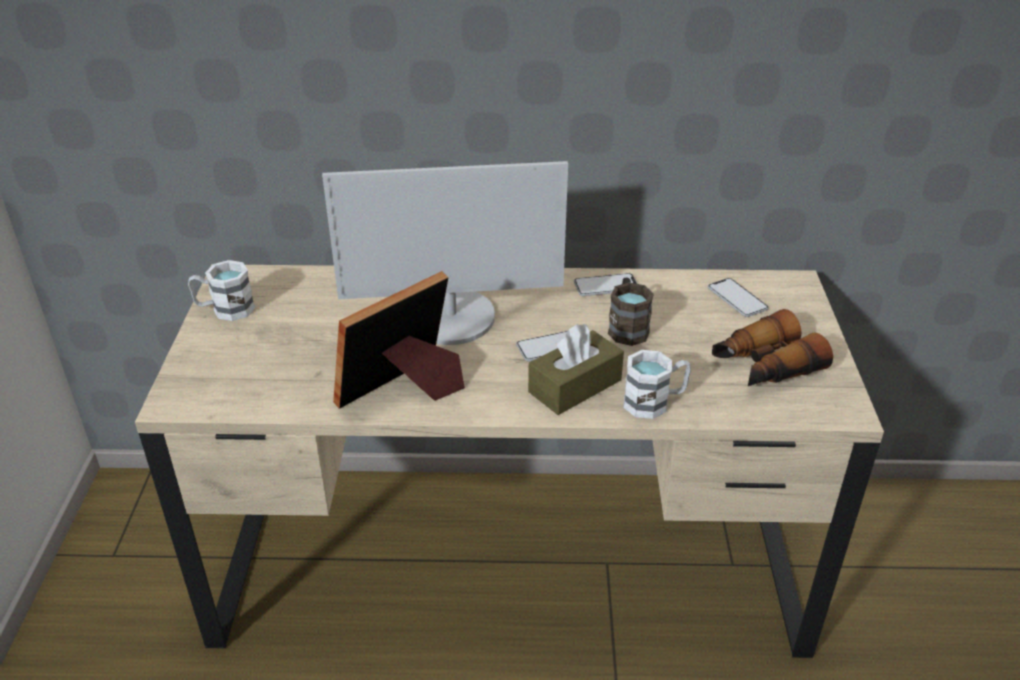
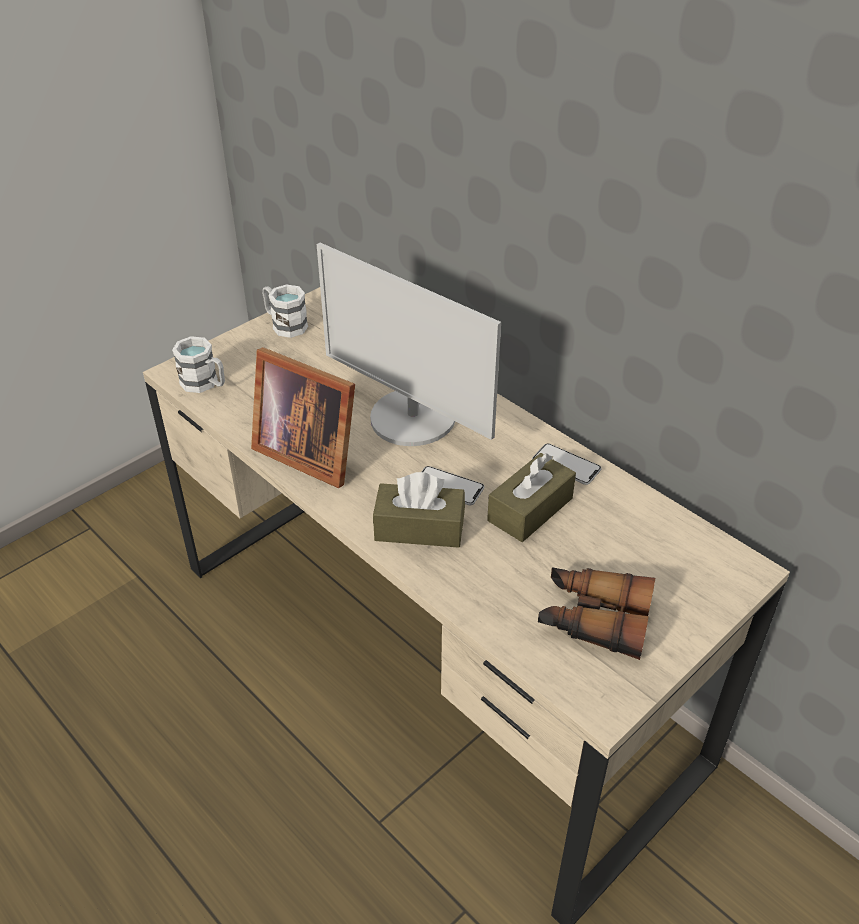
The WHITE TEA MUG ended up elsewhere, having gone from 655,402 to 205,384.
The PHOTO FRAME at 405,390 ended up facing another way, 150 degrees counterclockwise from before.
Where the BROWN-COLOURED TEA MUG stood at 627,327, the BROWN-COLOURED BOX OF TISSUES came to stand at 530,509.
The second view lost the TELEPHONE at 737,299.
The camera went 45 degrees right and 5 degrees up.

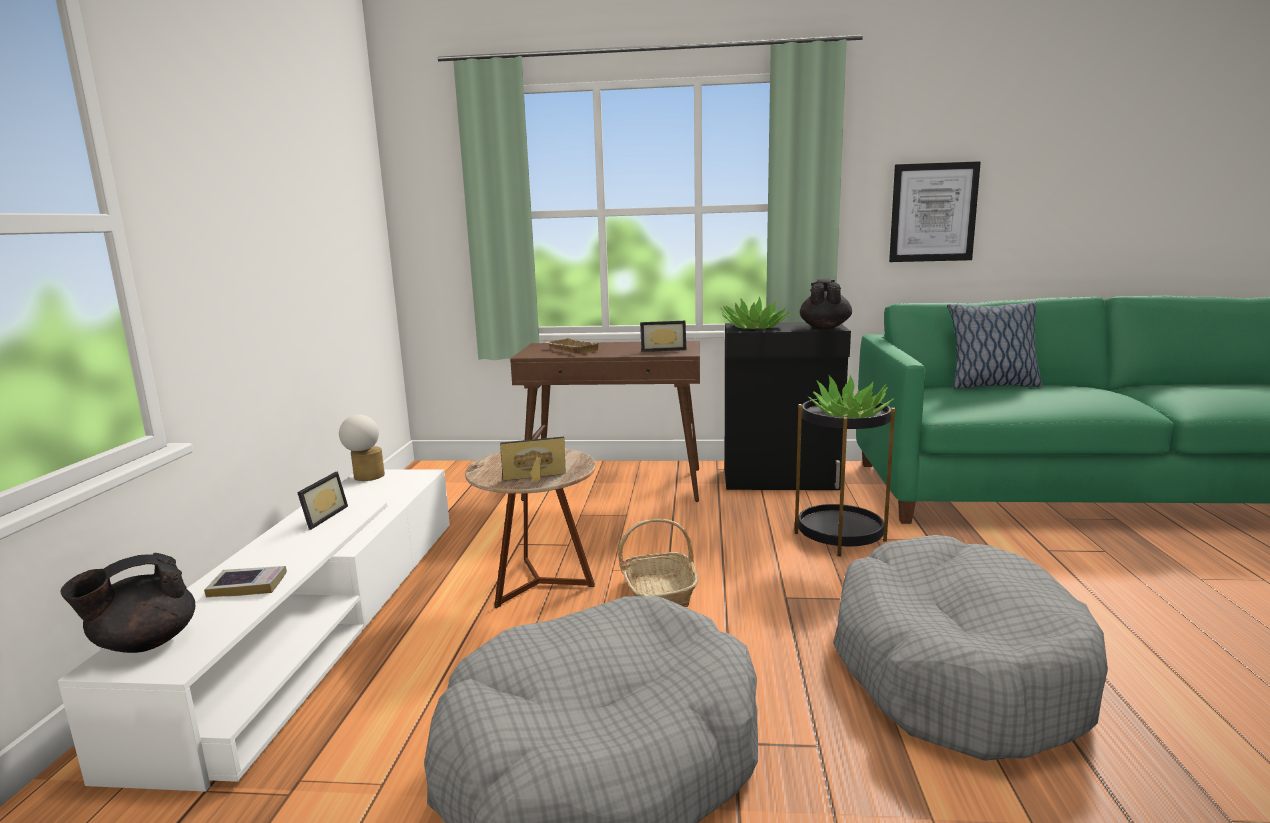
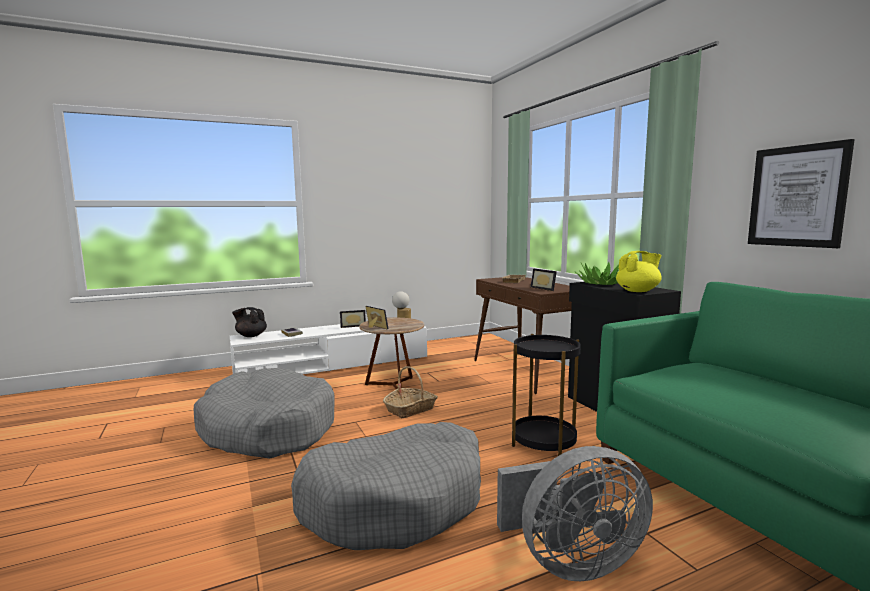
The second view gained the GREY ELECTRIC FAN at 571,562.
What was the BLACKISH TEA POT at 824,327 turned into the YELLOW-COLOURED TEA POT at 638,291.
The second view lost the POTTED PLANT at 849,414.
The second view lost the THROW PILLOW at 991,386.
The camera went 60 degrees right and 5 degrees down.

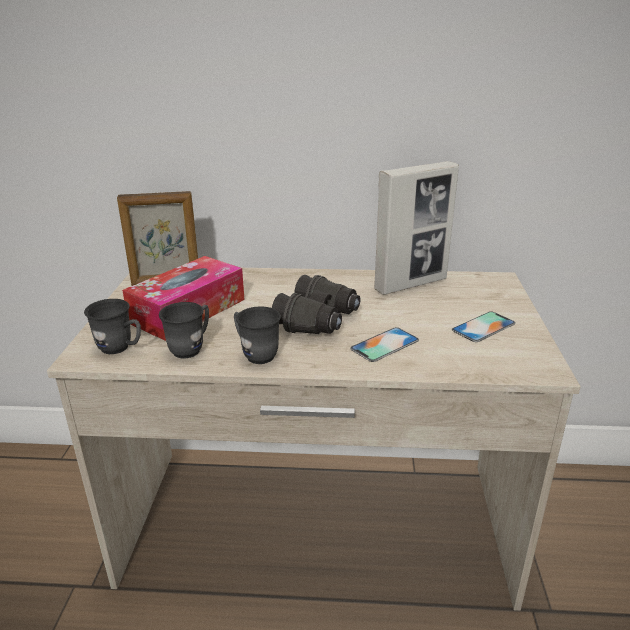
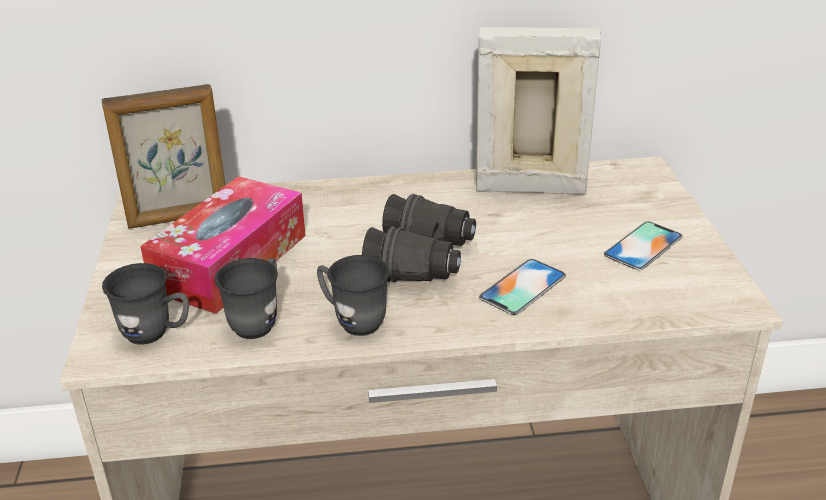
The PHOTO FRAME at 411,284 ended up facing another way, 135 degrees counterclockwise from before.
The camera went 10 degrees left and 5 degrees up.

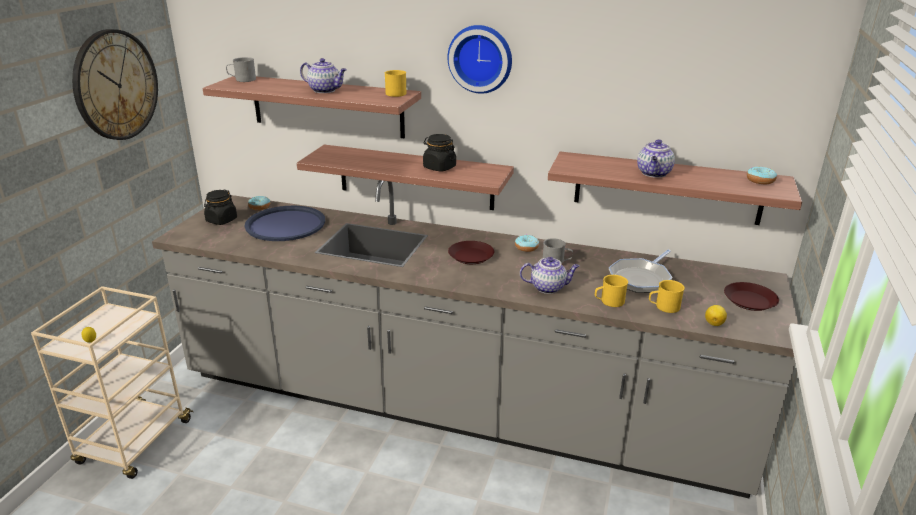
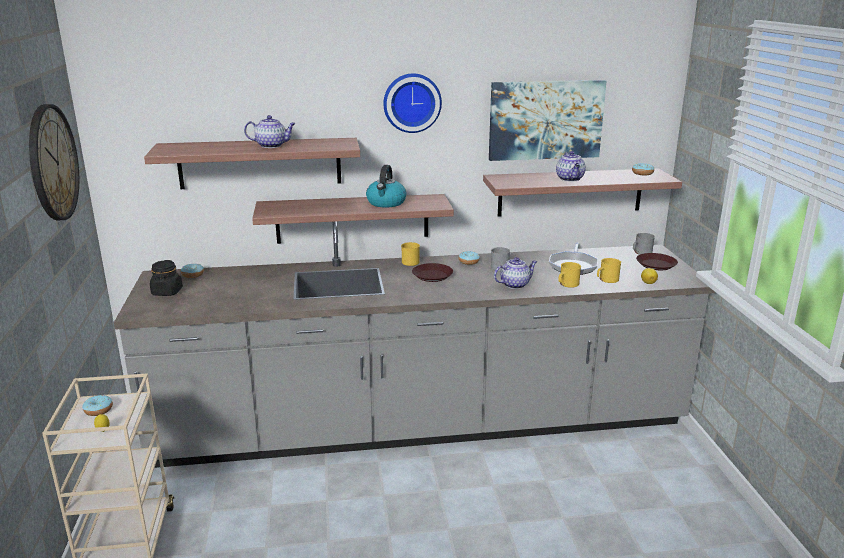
The second view gained the DONUT at 98,410.
Where the BLACKISH JAR stood at 439,167, the KETTLE came to stand at 386,203.
The YELLOW-COLOURED TEA MUG ended up elsewhere, having gone from 397,93 to 409,261.
The second view gained the PICTURE at 545,120.
The GREY TEA MUG ended up elsewhere, having gone from 242,80 to 641,253.
The second view lost the BLUE-COLOURED TRAY at 286,224.
The camera went 25 degrees left and 5 degrees down.

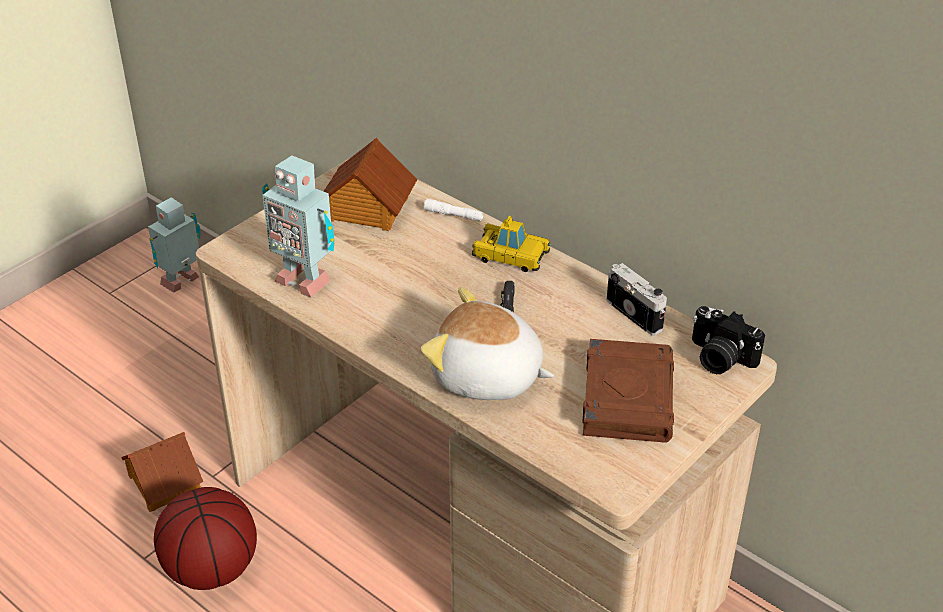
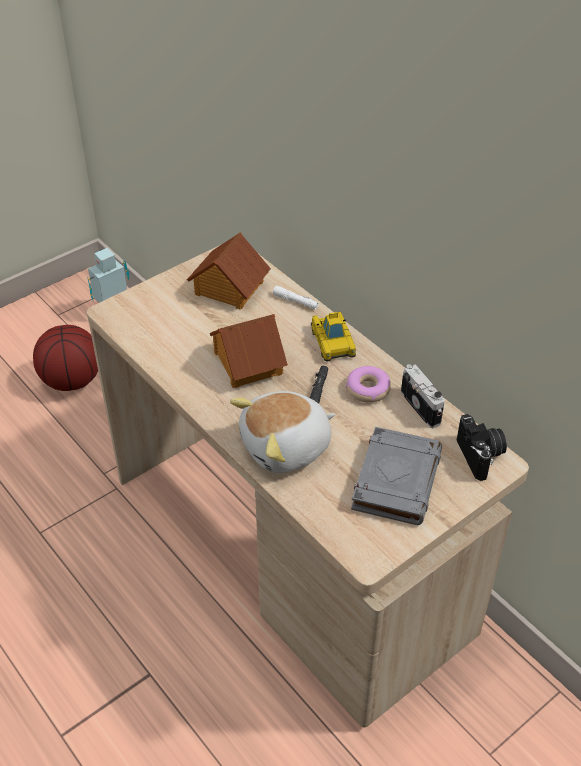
The BASKETBALL ended up elsewhere, having gone from 212,569 to 72,380.
The MINIATURE HOUSE ended up elsewhere, having gone from 163,483 to 247,362.
The CUDDLY TOY at 487,377 ended up facing another way, 60 degrees counterclockwise from before.
The MODEL CAR at 511,255 ended up facing another way, 45 degrees clockwise from before.
The second view gained the DONUT at 368,389.
What was the BROWN-COLOURED VOLUME at 627,396 turned into the GREY VOLUME at 396,479.
The STILL CAMERA at 719,358 ended up facing another way, 150 degrees counterclockwise from before.
The second view lost the TOY ROBOT at 304,279.
The camera went 10 degrees right and 5 degrees up.

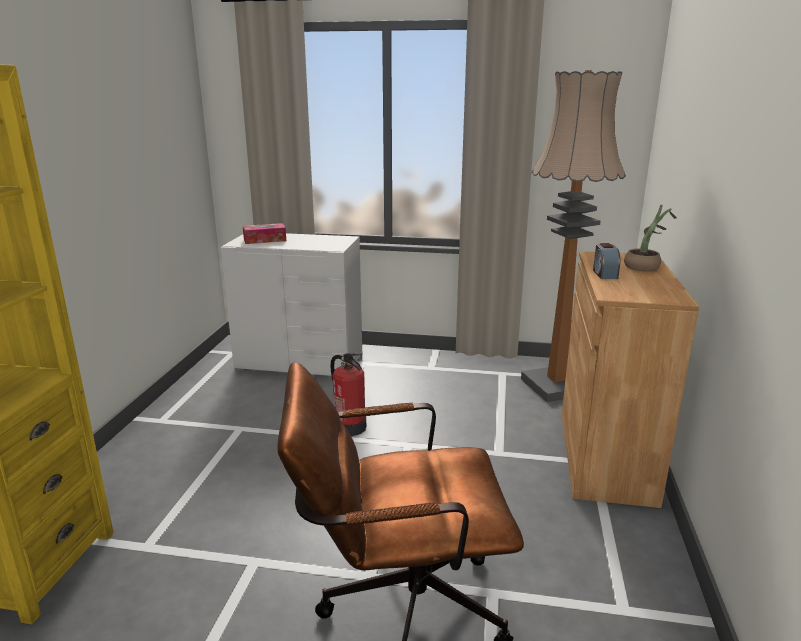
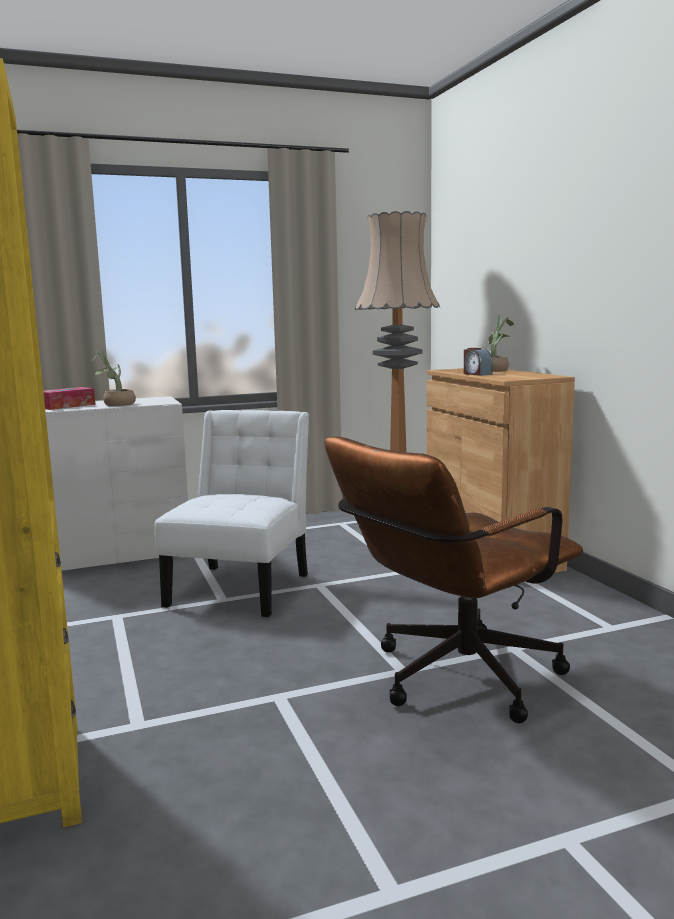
The second view gained the POTTED PLANT at 115,404.
Where the EXTINGUISHER stood at 349,427, the WHITE UPRIGHT CHAIR came to stand at 242,587.
The camera went 30 degrees left and 10 degrees down.

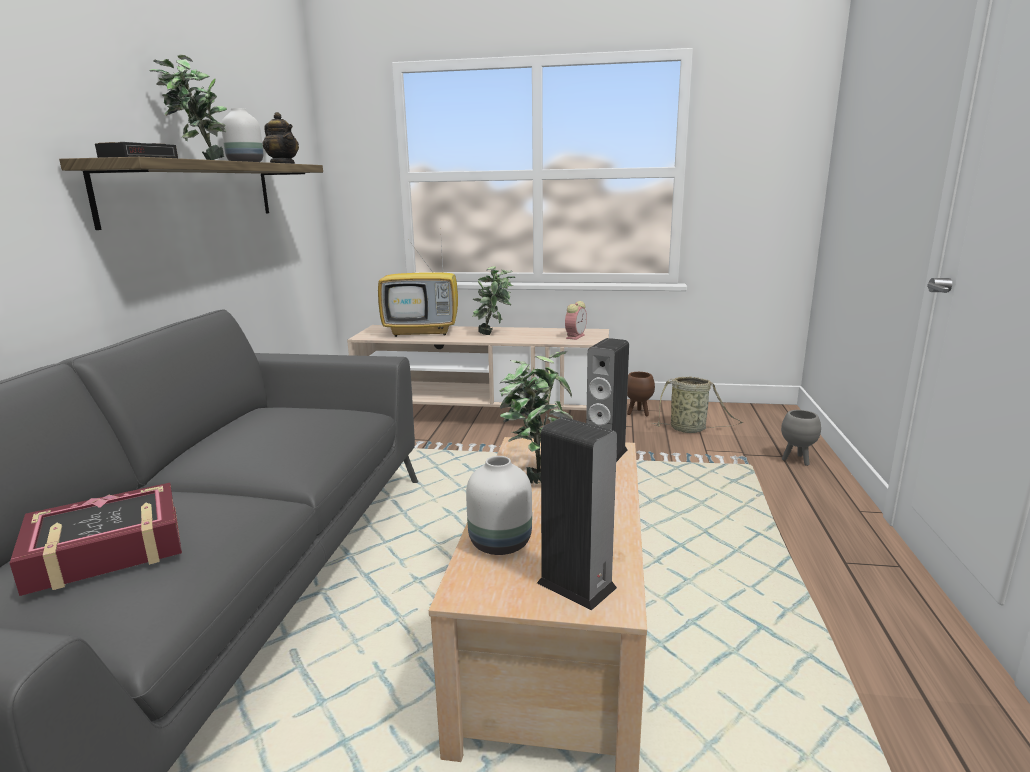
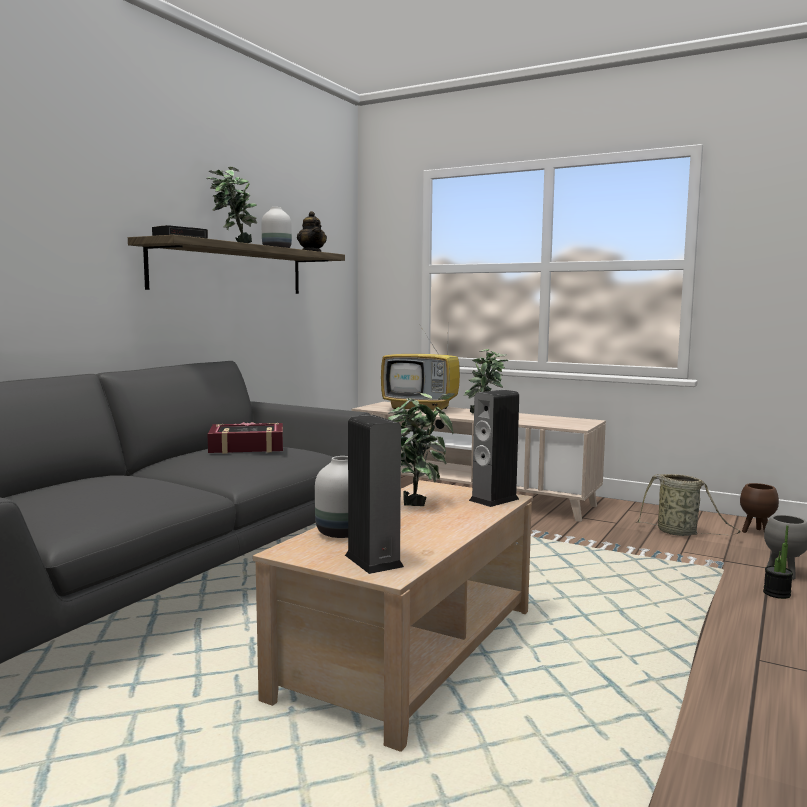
The VOLUME ended up elsewhere, having gone from 106,549 to 247,447.
The BROWN-COLOURED PLANT POT ended up elsewhere, having gone from 638,413 to 756,533.
The second view gained the POTTED PLANT at 776,593.
The second view lost the ALARM CLOCK at 575,336.
The camera went 20 degrees right and 10 degrees down.

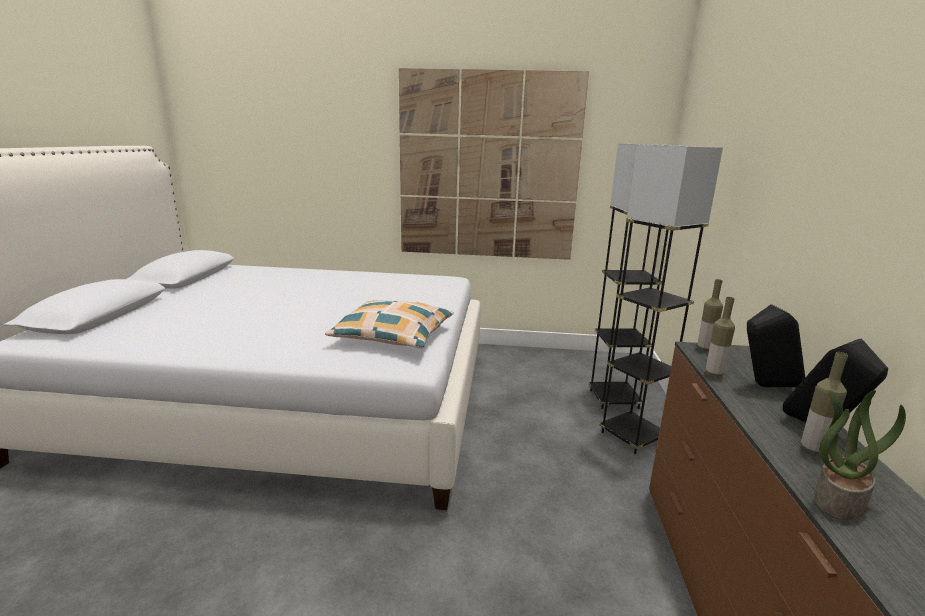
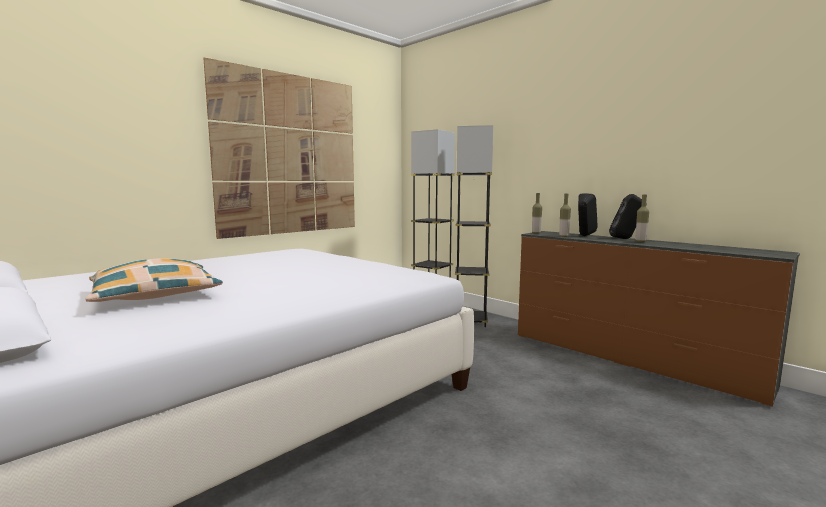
The THROW PILLOW ended up elsewhere, having gone from 394,335 to 155,295.
The second view lost the POTTED PLANT at 838,499.
The camera went 50 degrees left and 10 degrees down.

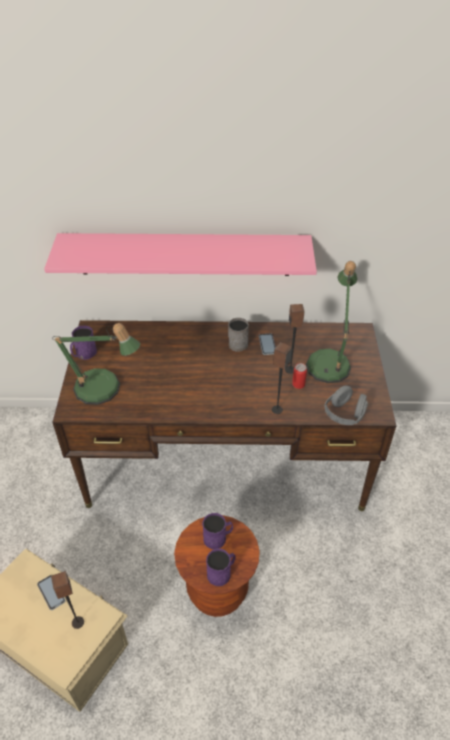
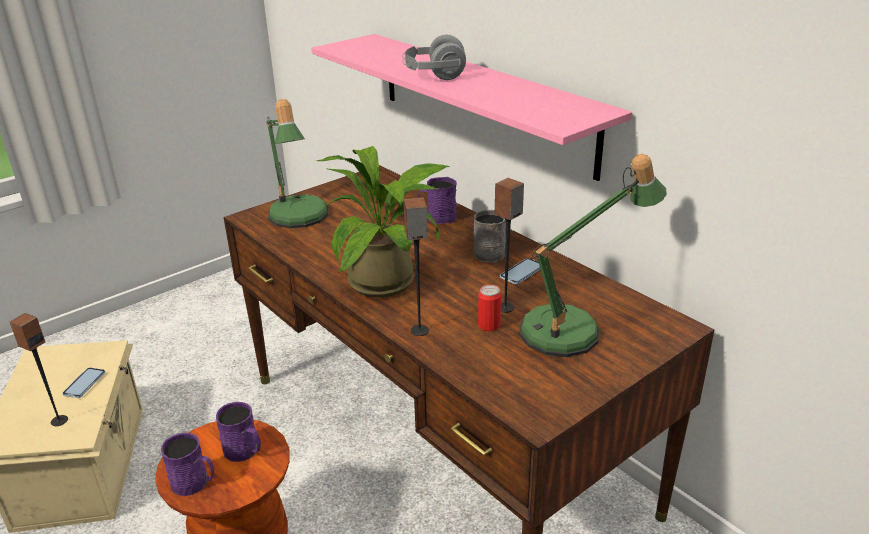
The second view gained the POTTED PLANT at 389,280.
The GREY HEADPHONES ended up elsewhere, having gone from 344,415 to 434,75.
The PURPLISH TEA MUG ended up elsewhere, having gone from 84,354 to 437,218.
The camera went 50 degrees right and 15 degrees down.

